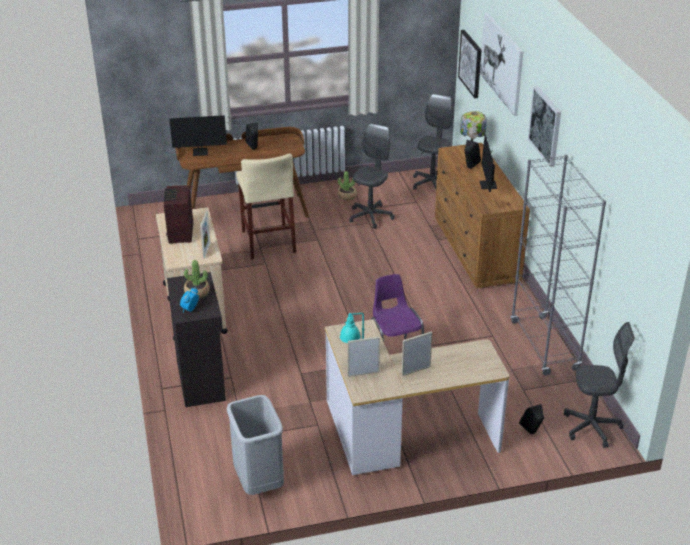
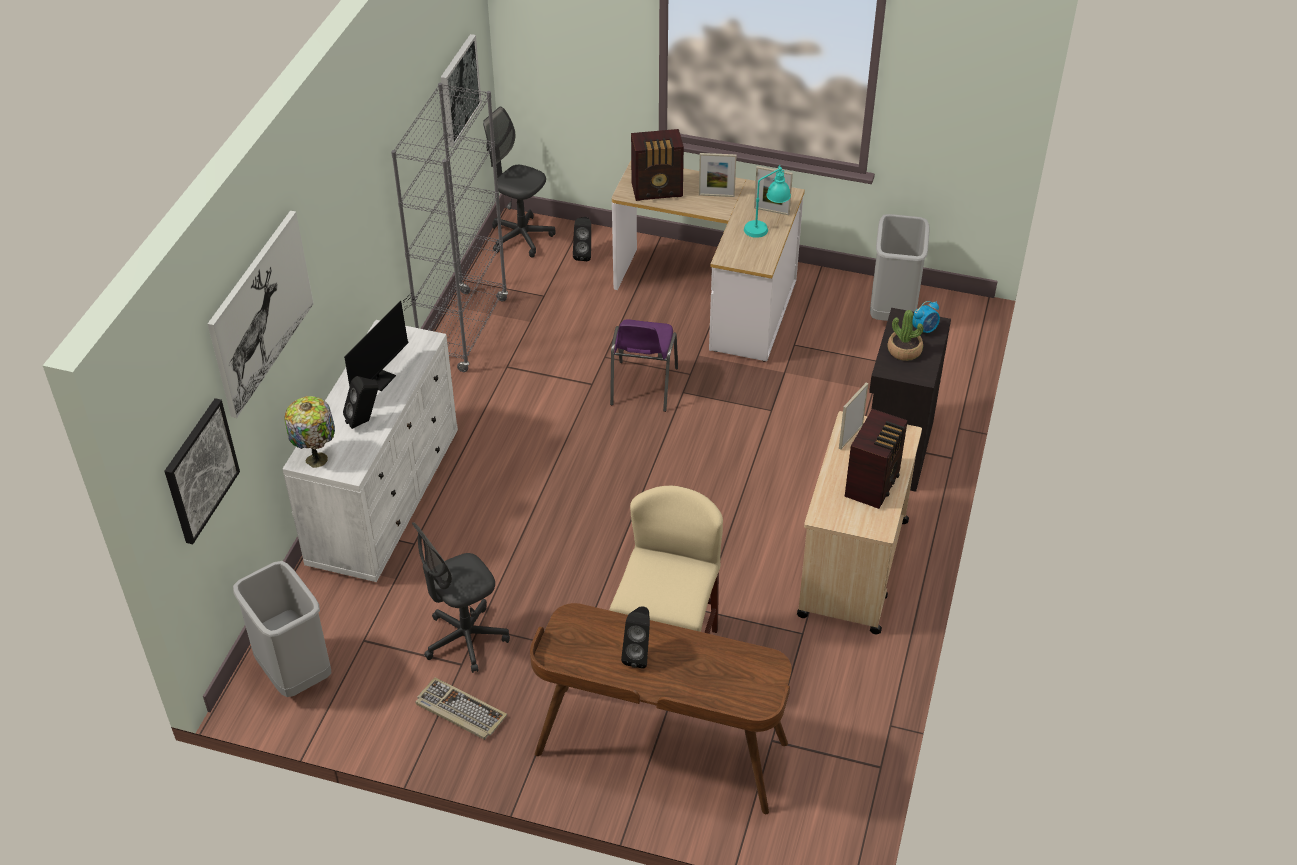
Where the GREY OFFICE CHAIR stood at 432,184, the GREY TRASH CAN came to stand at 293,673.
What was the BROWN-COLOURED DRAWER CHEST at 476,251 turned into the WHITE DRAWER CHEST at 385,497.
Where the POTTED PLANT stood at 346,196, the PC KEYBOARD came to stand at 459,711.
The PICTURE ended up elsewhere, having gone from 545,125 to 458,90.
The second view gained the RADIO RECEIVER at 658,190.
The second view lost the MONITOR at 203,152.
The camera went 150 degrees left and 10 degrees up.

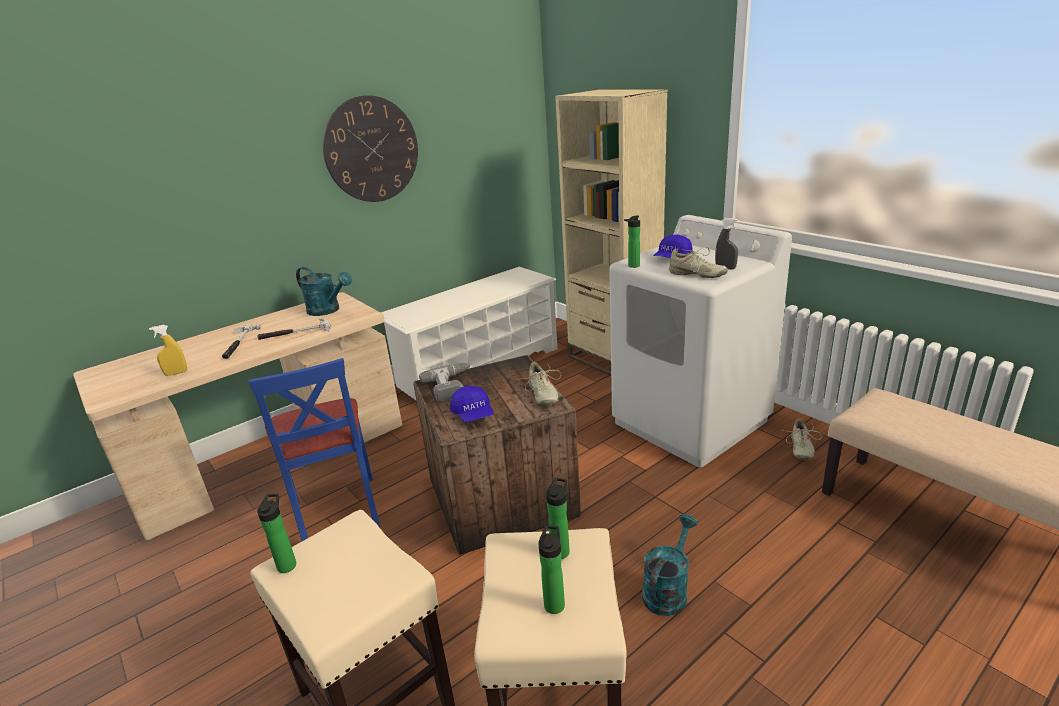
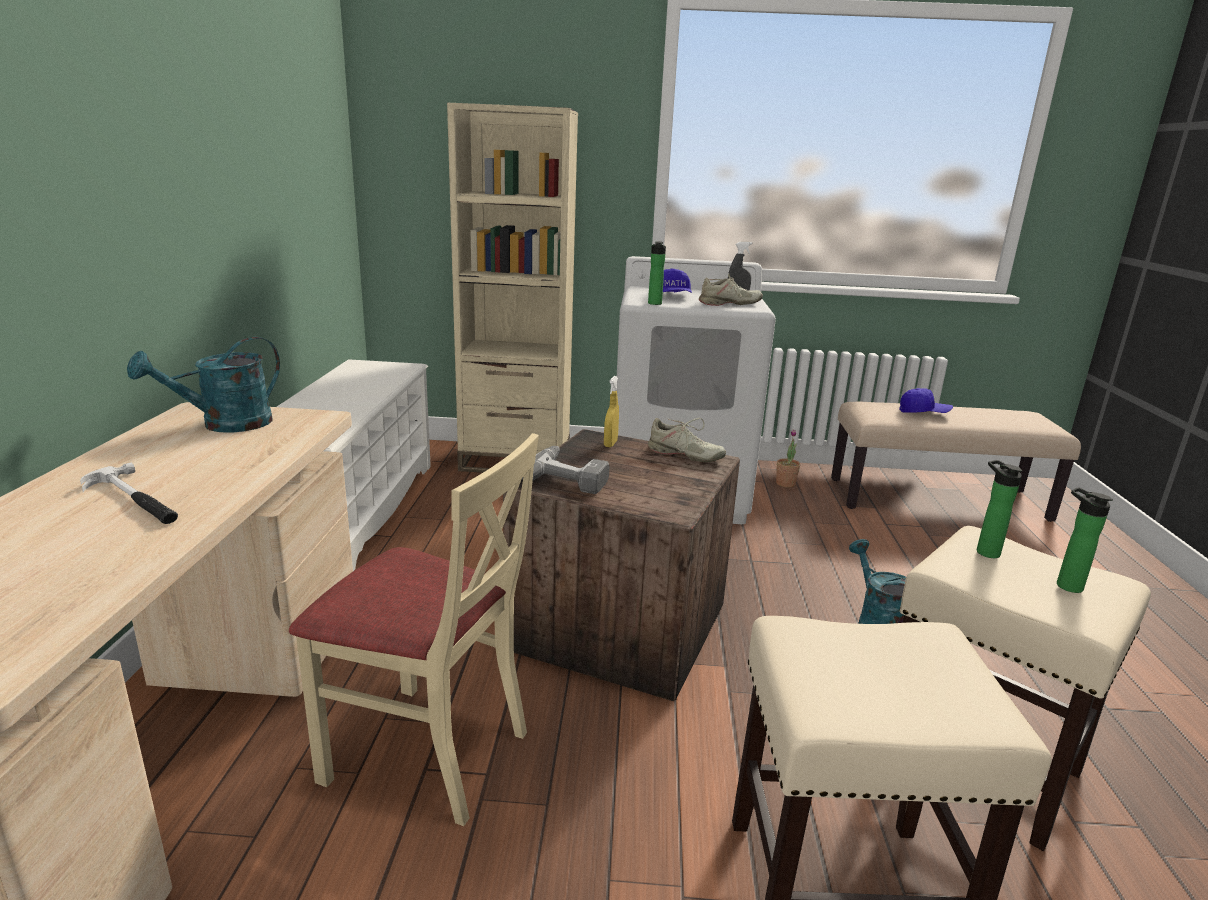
The TURQUOISE-COLOURED WATERING CAN at 328,310 ended up facing another way, 150 degrees clockwise from before.
What was the BLUE-COLOURED UPRIGHT CHAIR at 337,511 turned into the BEIGE UPRIGHT CHAIR at 428,752.
The YELLOW-COLOURED HAND SPRAYER ended up elsewhere, having gone from 176,373 to 610,444.
Where the BEIGE ITEM OF FOOTWEAR stood at 800,448, the POTTED PLANT came to stand at 785,483.
The BLUE-COLOURED PEAKED CAP ended up elsewhere, having gone from 473,414 to 923,412.
The second view lost the HAND HAMMER at 295,333.
The second view lost the BEVERAGE BOTTLE at 288,564.
The second view lost the WALL CLOCK at 371,150.
The camera went 50 degrees left and 5 degrees down.

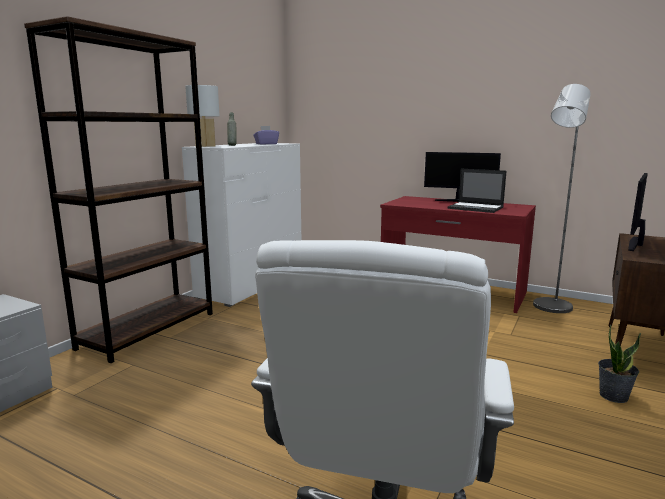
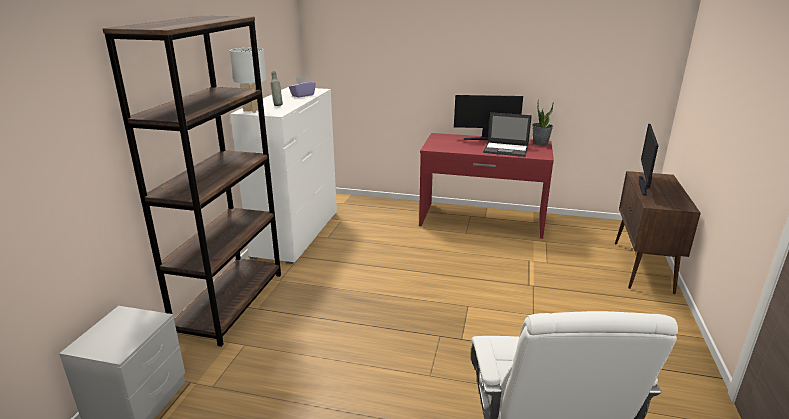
The POTTED PLANT ended up elsewhere, having gone from 613,395 to 540,143.
The second view lost the GREY FLOOR LAMP at 550,308.
The camera went 15 degrees left and 10 degrees up.

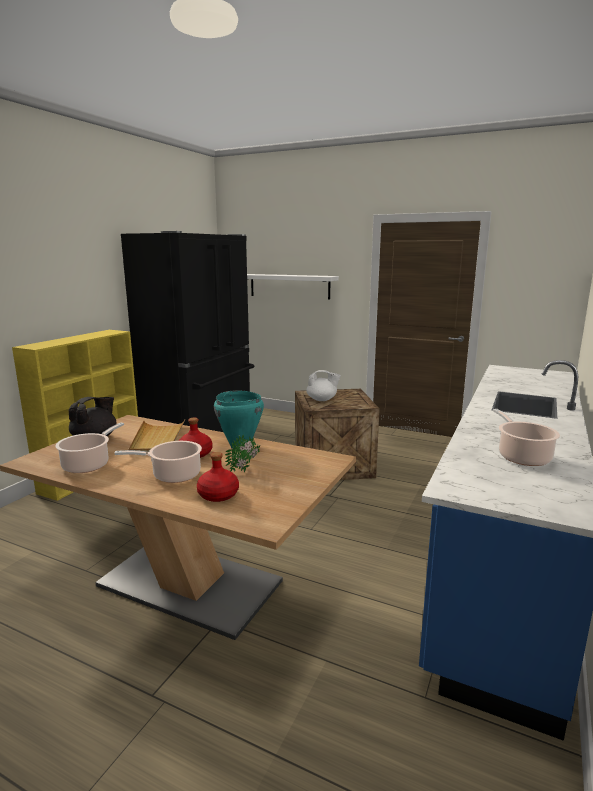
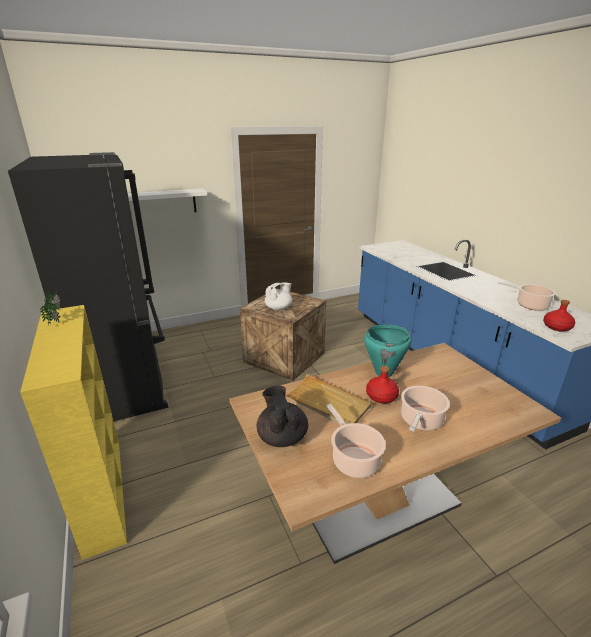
The POTTED PLANT ended up elsewhere, having gone from 245,470 to 57,321.
The RED BEVERAGE BOTTLE ended up elsewhere, having gone from 218,495 to 556,327.
The camera went 50 degrees left and 10 degrees up.

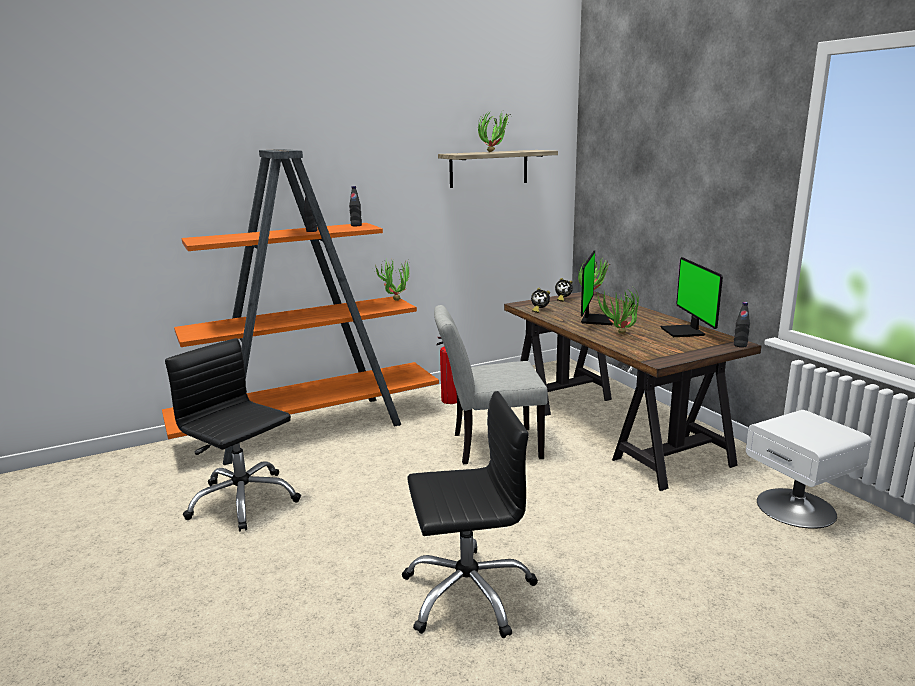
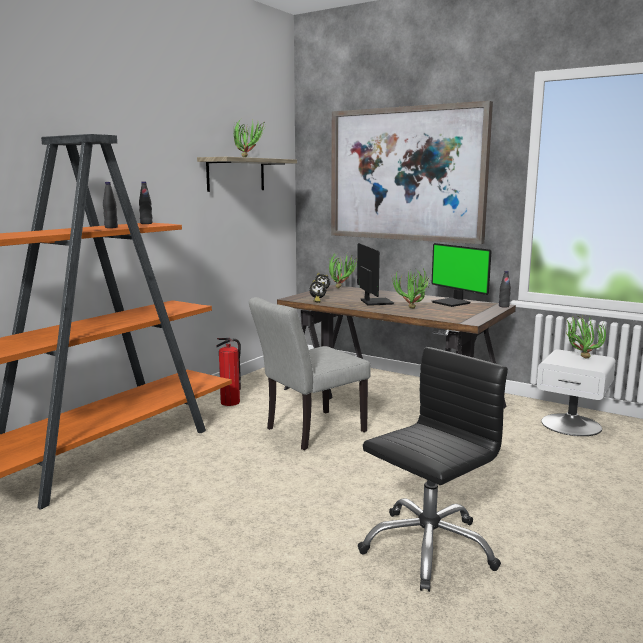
The second view gained the PICTURE at 406,174.
The POTTED PLANT ended up elsewhere, having gone from 394,299 to 580,357.
The second view lost the BLACKISH OFFICE CHAIR at 243,500.
The camera went 30 degrees left and 5 degrees down.

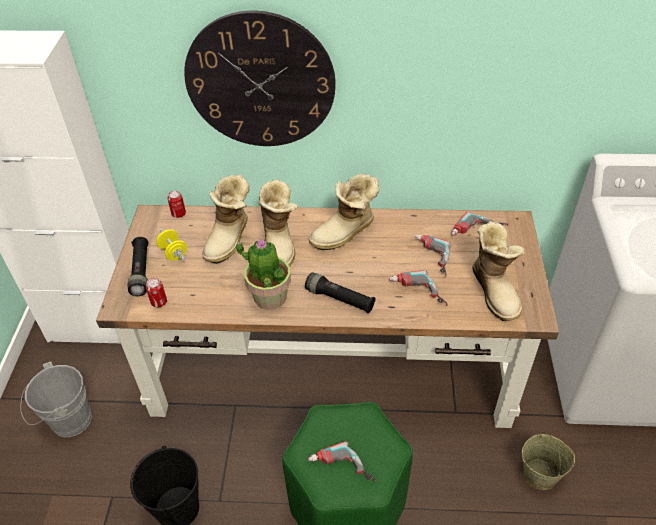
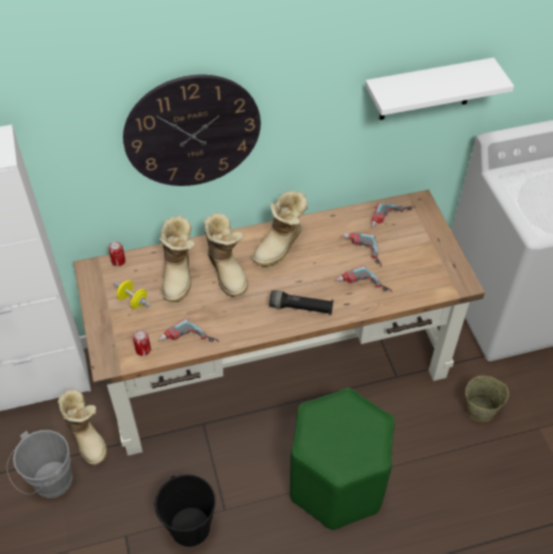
The HIGH-TOP BOOT ended up elsewhere, having gone from 496,290 to 88,437.
The POWER DRILL ended up elsewhere, having gone from 341,471 to 188,342.
The second view gained the WHITE WALL SHELF at 426,90.
The second view lost the BLACKISH FLASHLIGHT at 141,271.
The second view lost the POTTED PLANT at 270,296.
The camera went 20 degrees left and 5 degrees up.

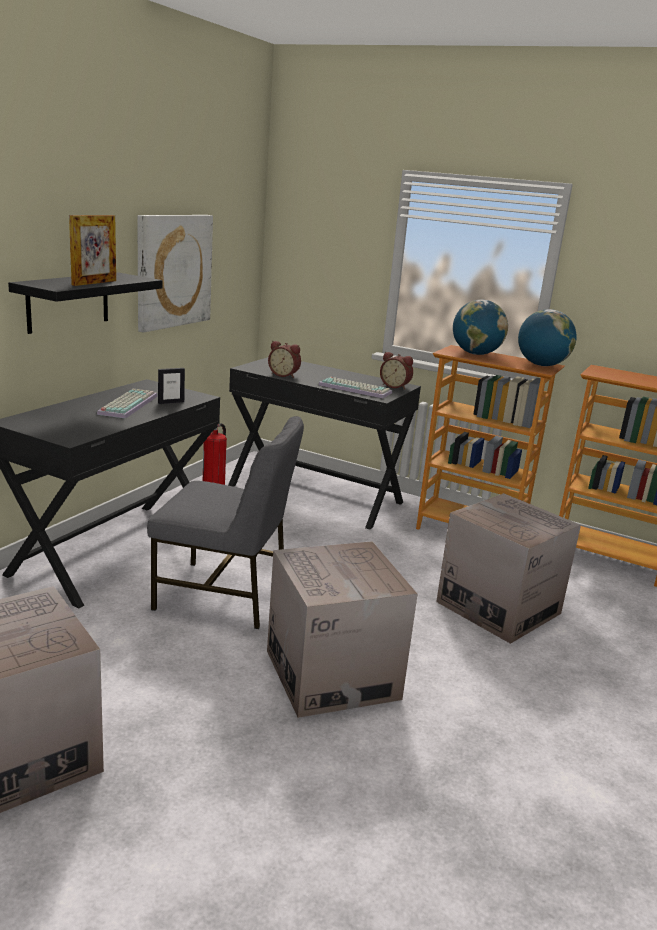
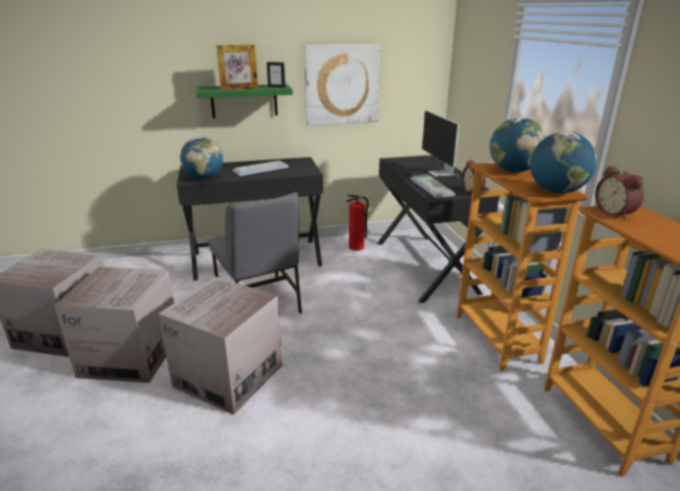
The CARDBOARD BOX ended up elsewhere, having gone from 498,607 to 131,355.
The second view gained the WORLD GLOBE at 204,178.
What was the BLACKISH WALL SHELF at 68,302 turned into the GREEN WALL SHELF at 244,101.
The PHOTO FRAME ended up elsewhere, having gone from 171,402 to 276,87.
The second view gained the MONITOR at 439,171.
The ALARM CLOCK ended up elsewhere, having gone from 284,375 to 615,213.
The camera went 50 degrees right and 5 degrees up.

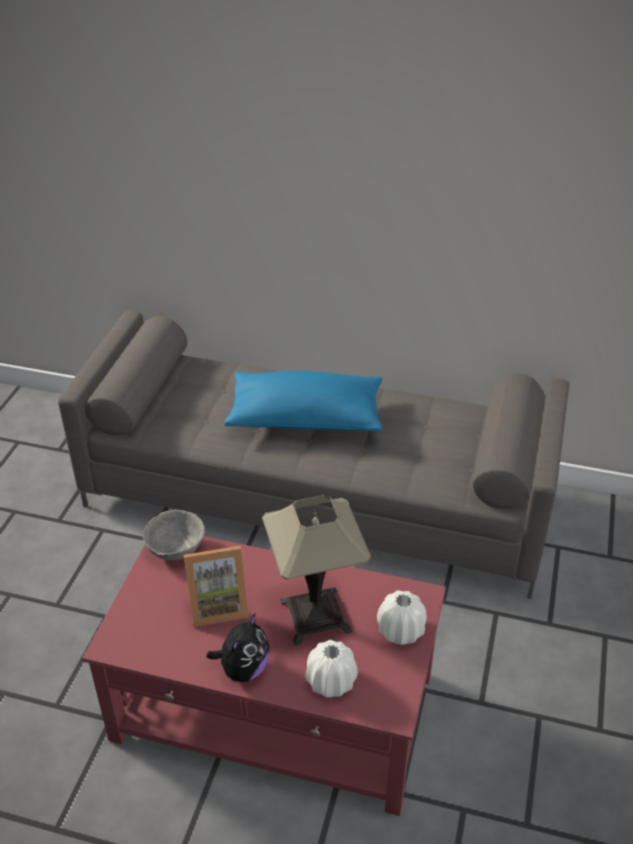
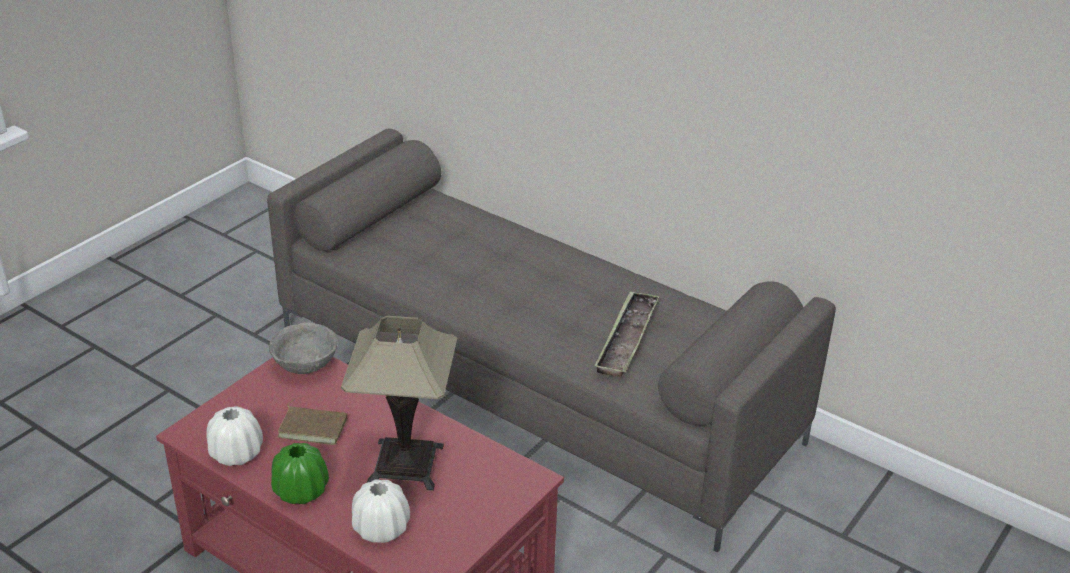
The WHITE VASE ended up elsewhere, having gone from 400,630 to 236,453.
Where the CUDDLY TOY stood at 243,669, the GREEN VASE came to stand at 301,491.
Where the PHOTO FRAME stood at 217,605, the BROWN-COLOURED VOLUME came to stand at 314,426.
The second view gained the TRAY at 627,339.
The second view lost the BLUE-COLOURED THROW PILLOW at 305,418.
The camera went 20 degrees right and 5 degrees down.

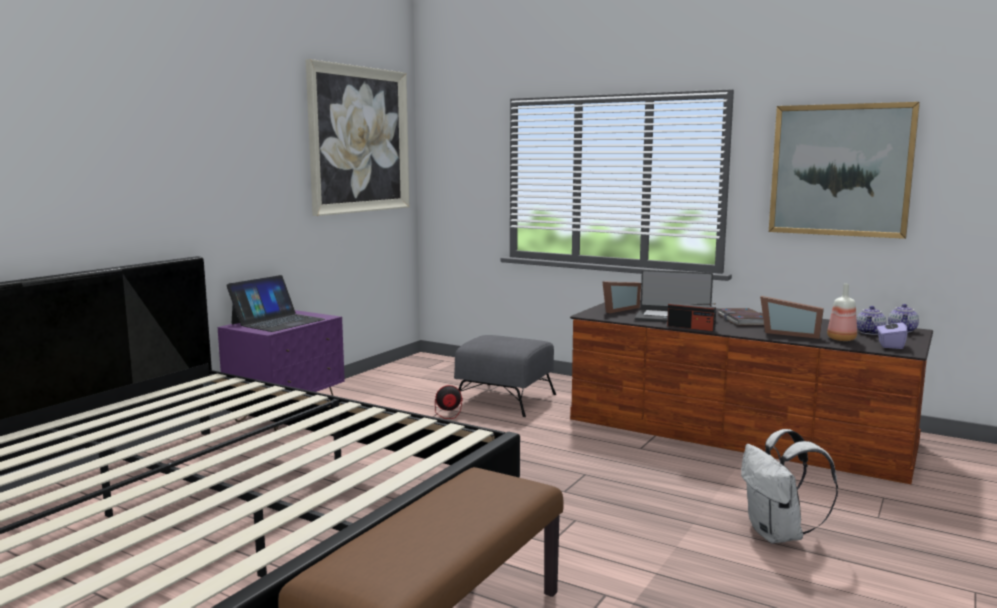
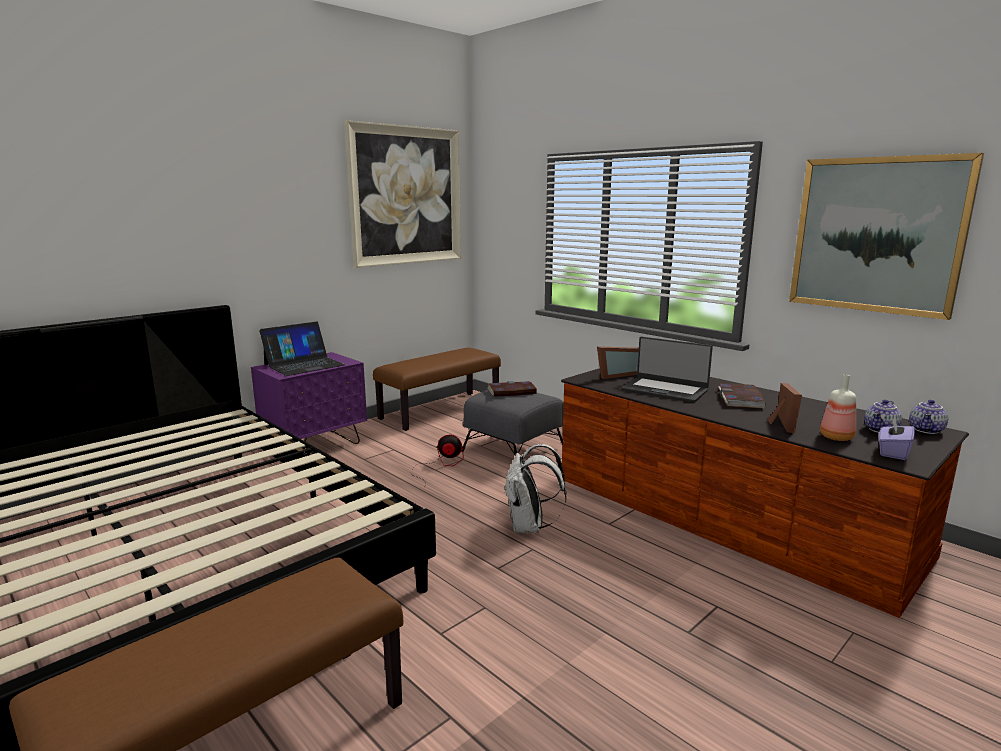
The second view gained the BROWN-COLOURED INDOOR BENCH at 440,410.
The second view gained the VOLUME at 511,391.
The WHITE RUCKSACK ended up elsewhere, having gone from 778,535 to 530,527.
The PHOTO FRAME at 790,333 ended up facing another way, 120 degrees counterclockwise from before.
The second view lost the RADIO RECEIVER at 691,328.
The camera went 15 degrees right and 5 degrees up.

